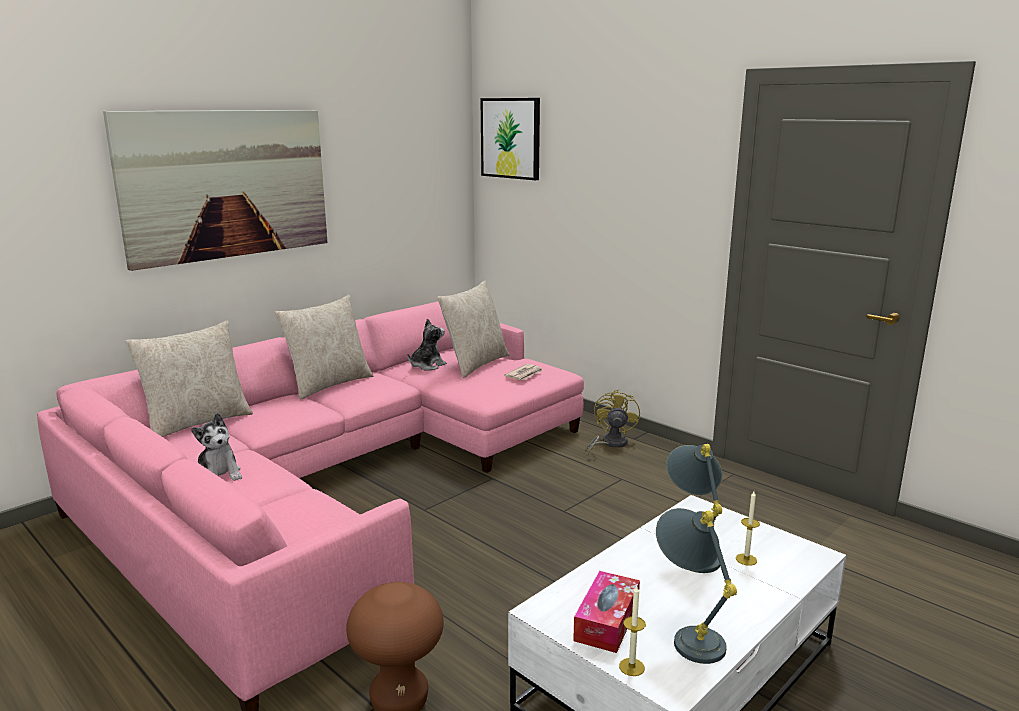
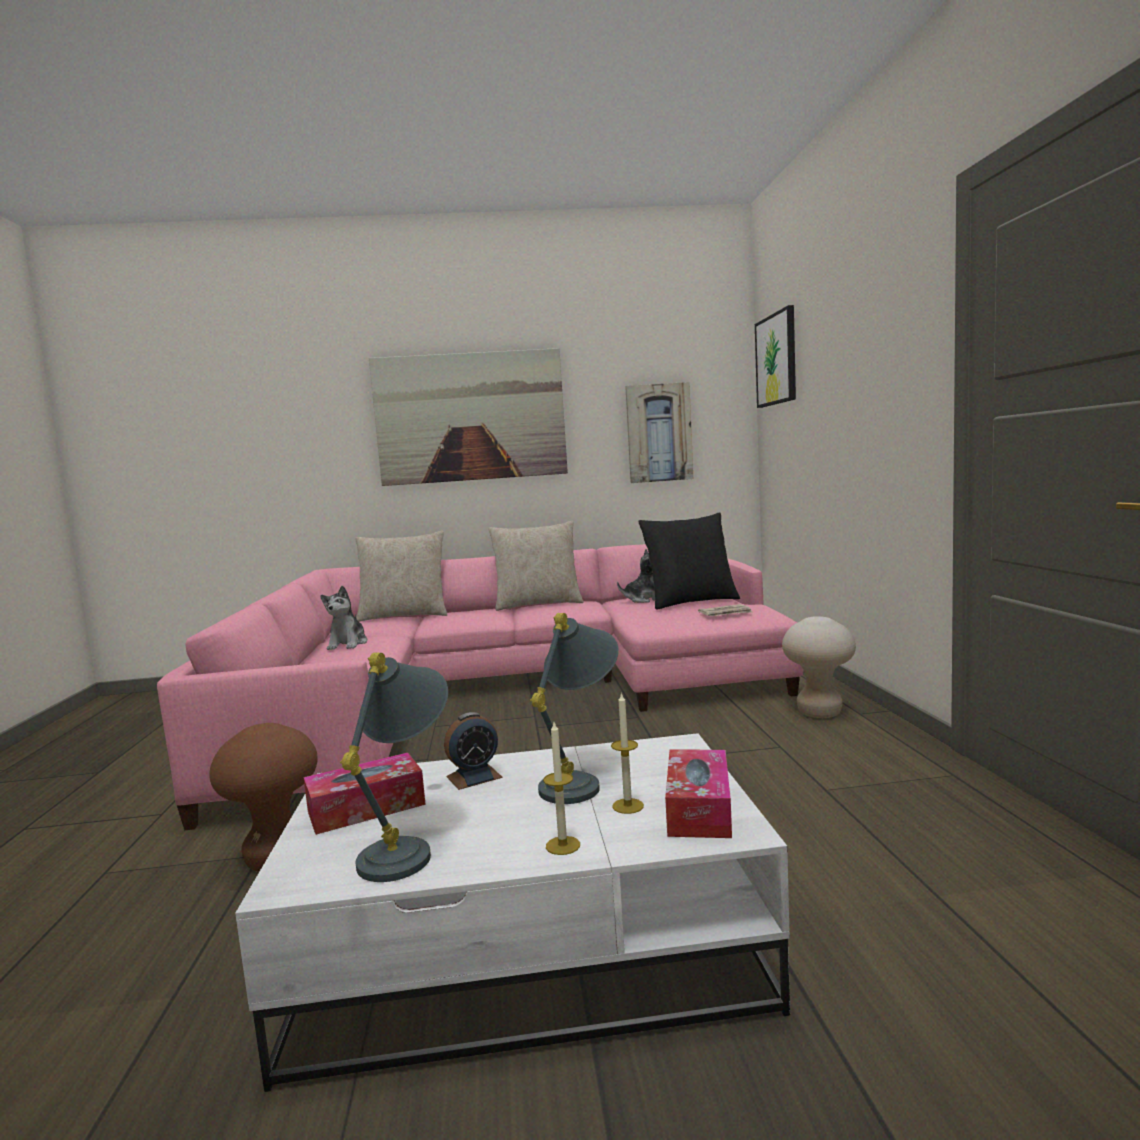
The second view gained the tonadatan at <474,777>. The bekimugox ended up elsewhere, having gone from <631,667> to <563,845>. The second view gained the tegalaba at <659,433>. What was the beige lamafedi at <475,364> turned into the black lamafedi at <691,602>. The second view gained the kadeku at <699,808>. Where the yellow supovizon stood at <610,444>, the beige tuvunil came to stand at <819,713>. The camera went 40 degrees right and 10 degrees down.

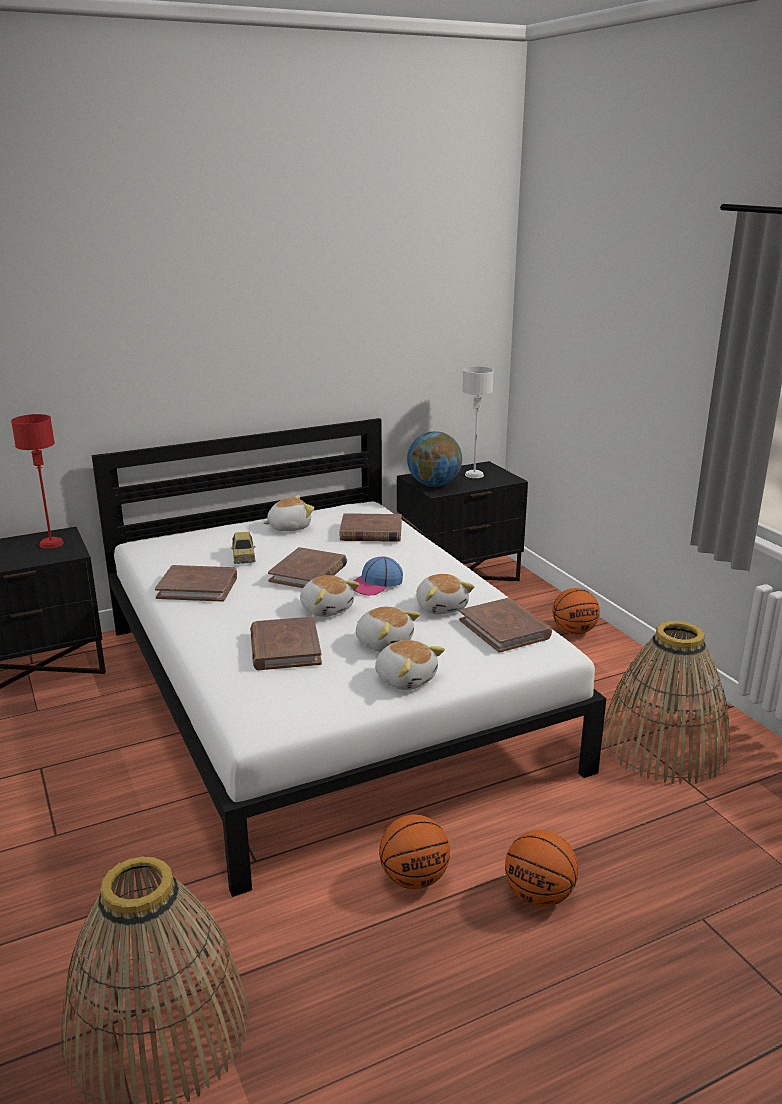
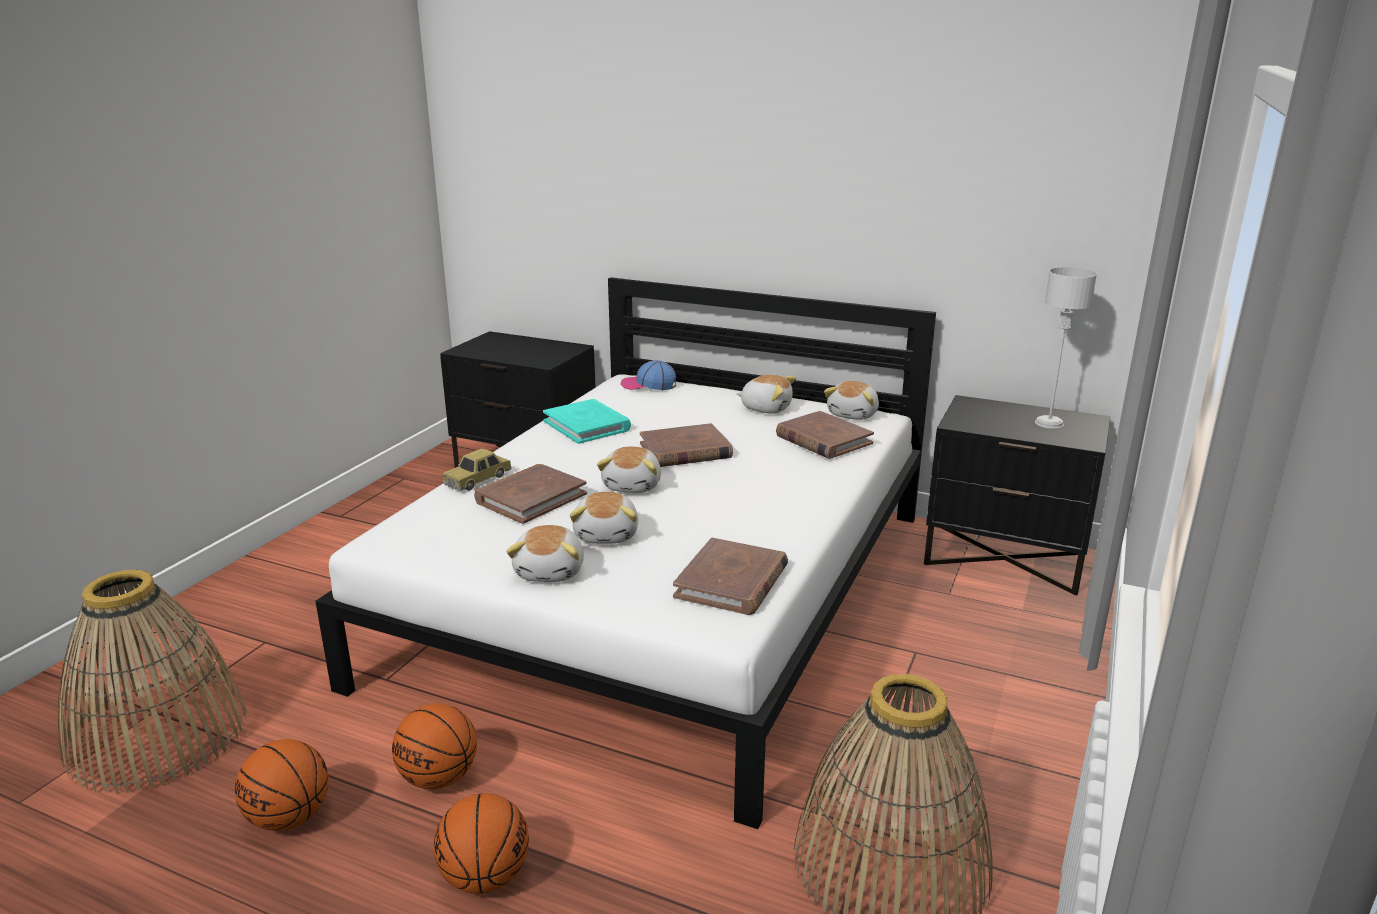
The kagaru ended up elsewhere, having gone from <574,631> to <289,817>. The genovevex ended up elsewhere, having gone from <243,555> to <478,479>. What was the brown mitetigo at <197,587> turned into the turquoise mitetigo at <587,425>. The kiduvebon ended up elsewhere, having gone from <375,584> to <648,385>. The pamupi ended up elsewhere, having gone from <441,607> to <854,414>. The second view lost the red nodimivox at <51,543>. The second view lost the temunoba at <434,485>. The camera went 50 degrees right and 0 degrees up.

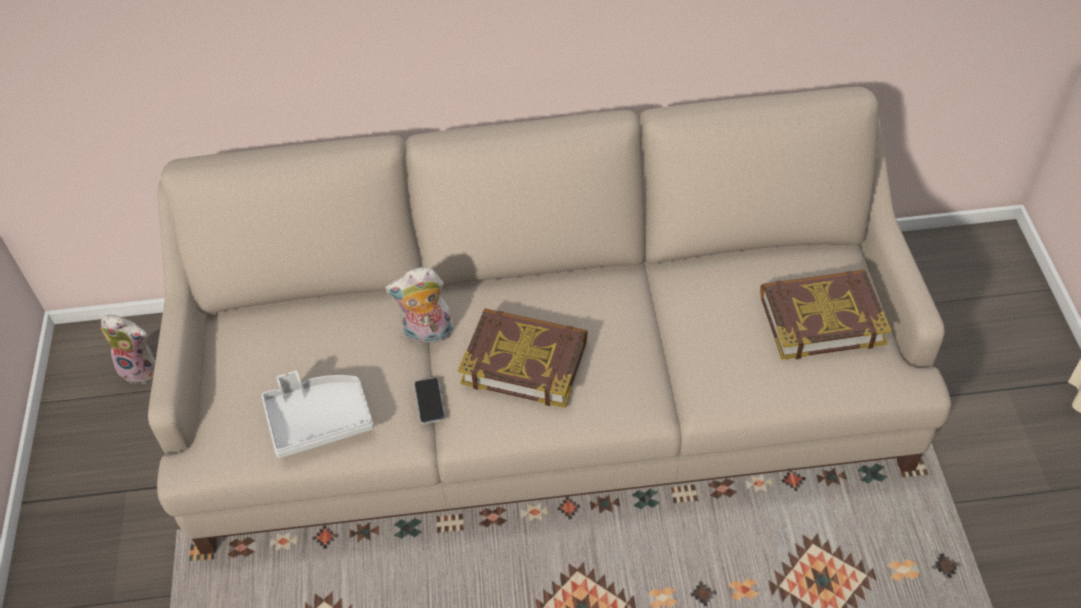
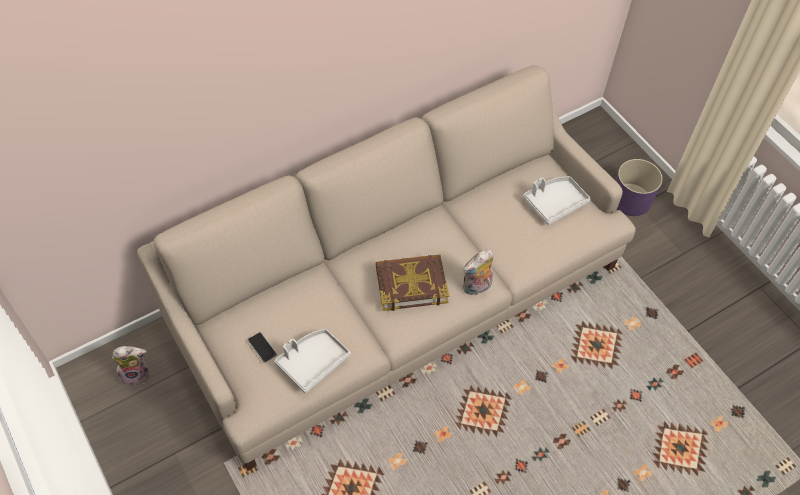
The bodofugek ended up elsewhere, having gone from <429,401> to <262,347>. The pamupi ended up elsewhere, having gone from <427,334> to <477,287>. Where the mitetigo stood at <821,318>, the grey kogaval came to stand at <554,203>. The second view gained the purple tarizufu at <631,199>. The camera went 30 degrees left and 5 degrees up.

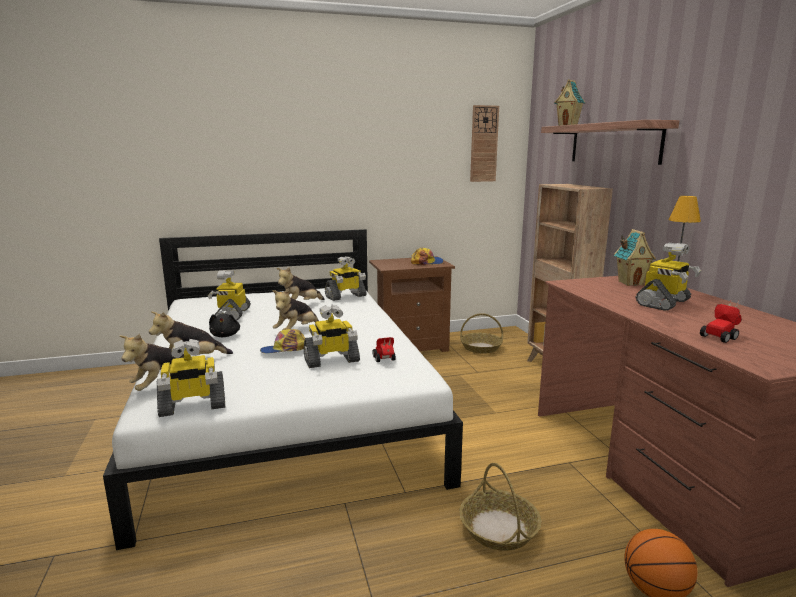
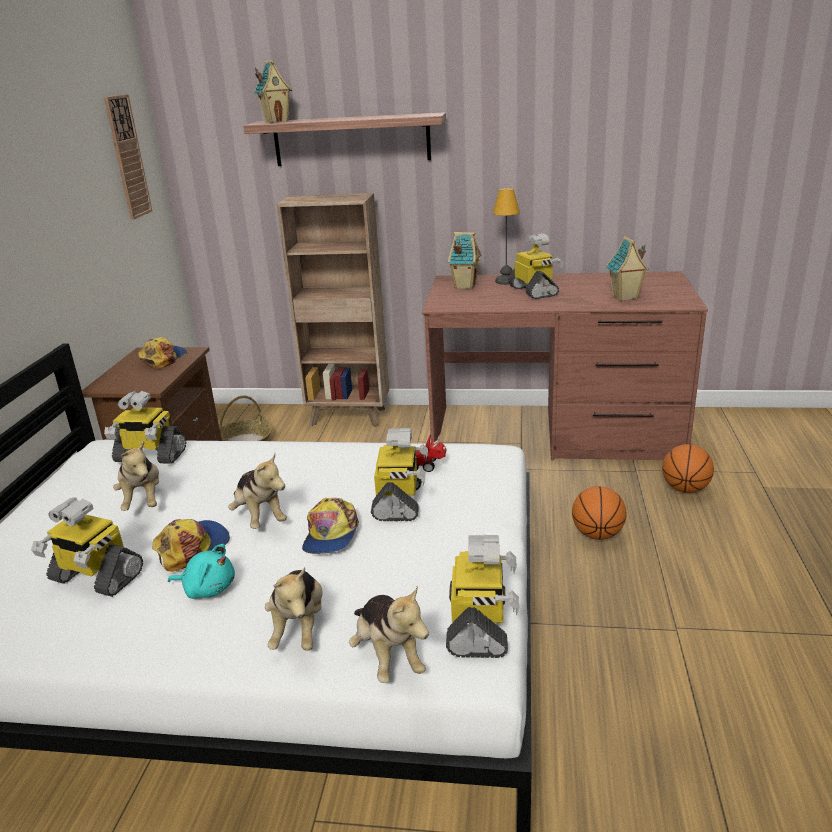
The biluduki at <345,296> ended up facing another way, 105 degrees clockwise from before. The second view gained the kiduvebon at <192,547>. What was the black pamupi at <225,335> turned into the turquoise pamupi at <208,588>. Where the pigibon stood at <498,528>, the kagaru came to stand at <597,534>. Where the genovevex stood at <721,336>, the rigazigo came to stand at <625,297>. The camera went 65 degrees left and 10 degrees up.

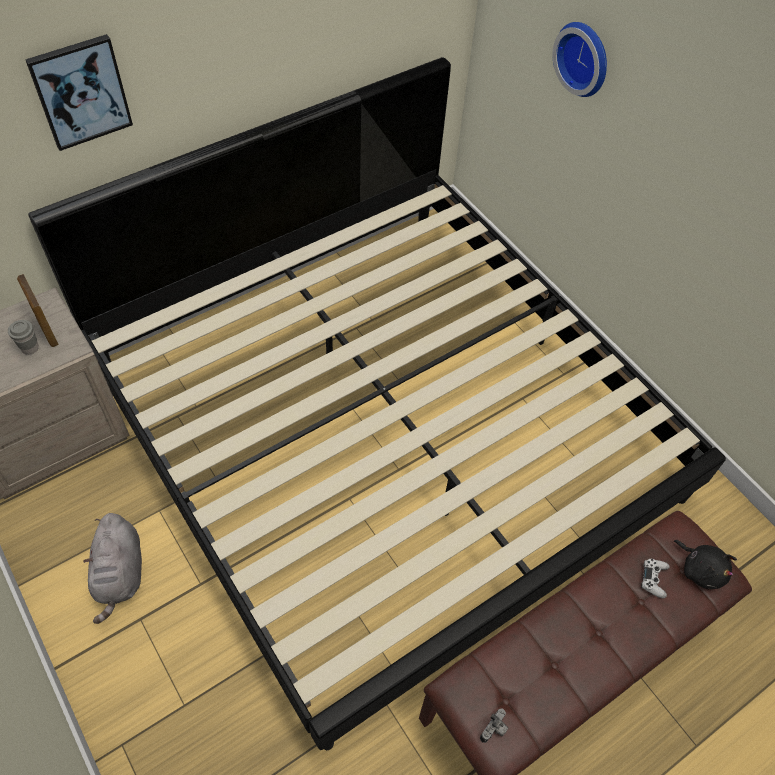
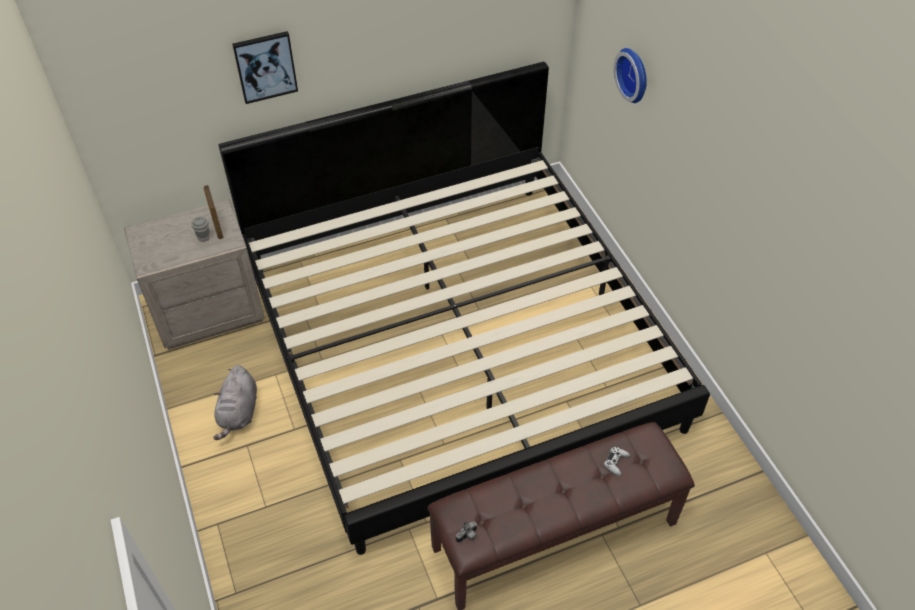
The second view lost the black pamupi at <700,569>. The camera went 15 degrees right and 5 degrees down.

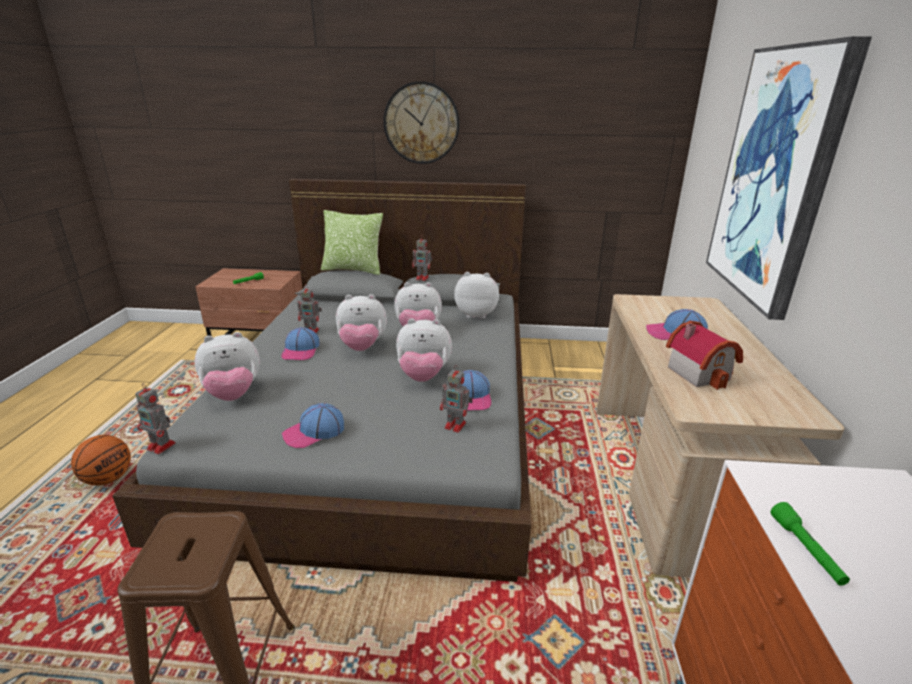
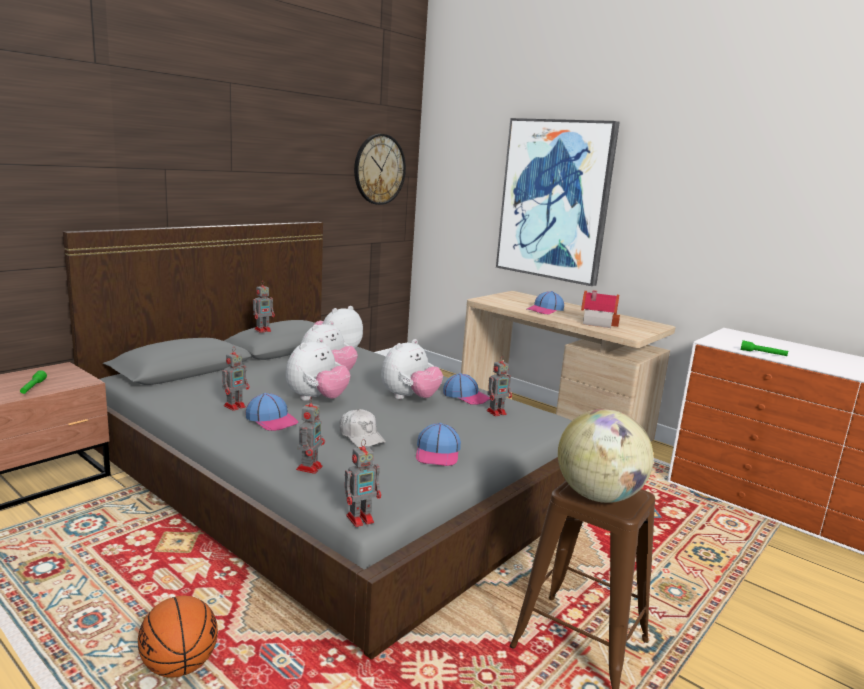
Where the pamupi stood at <233,394>, the biluduki came to stand at <310,467>. The second view gained the white kiduvebon at <361,437>. The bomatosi ended up elsewhere, having gone from <421,123> to <379,169>. The second view gained the temunoba at <598,496>. The second view lost the lamafedi at <353,270>. The camera went 55 degrees left and 10 degrees down.

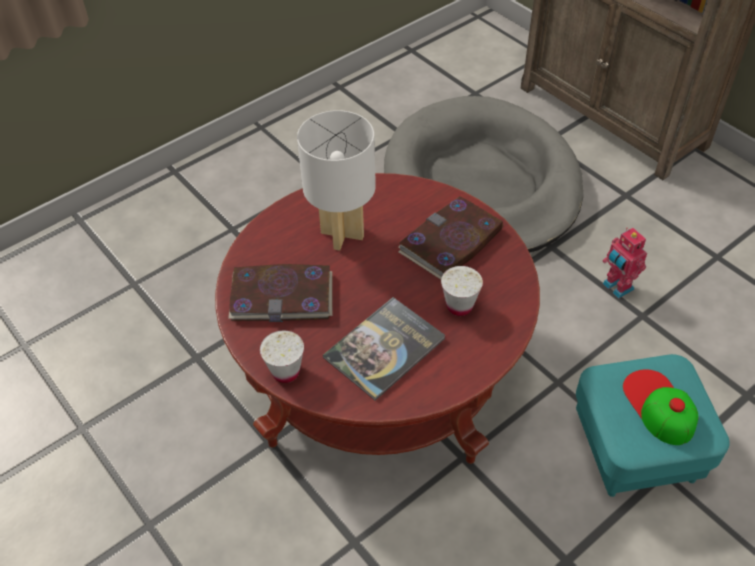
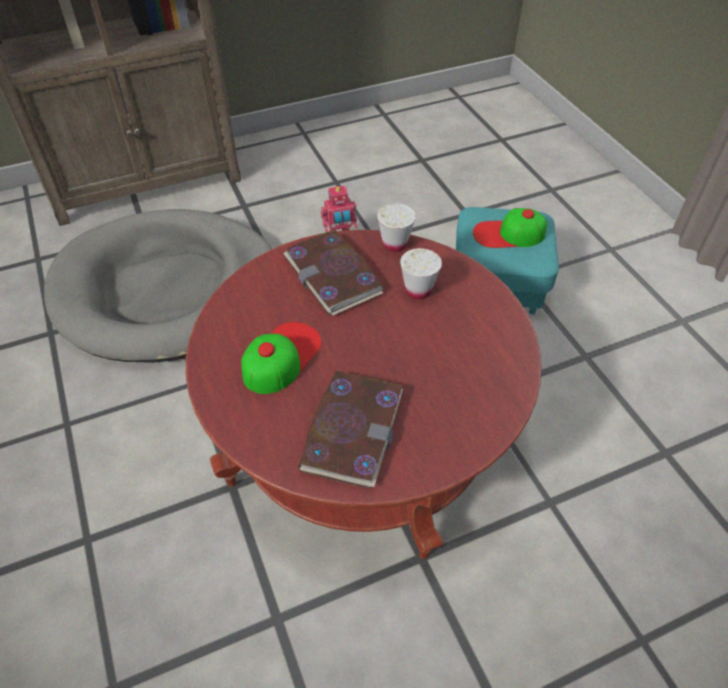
Where the white nodimivox stood at <342,234>, the kiduvebon came to stand at <281,357>. The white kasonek ended up elsewhere, having gone from <286,372> to <394,244>. The second view lost the mitetigo at <384,348>. The camera went 75 degrees left and 0 degrees up.

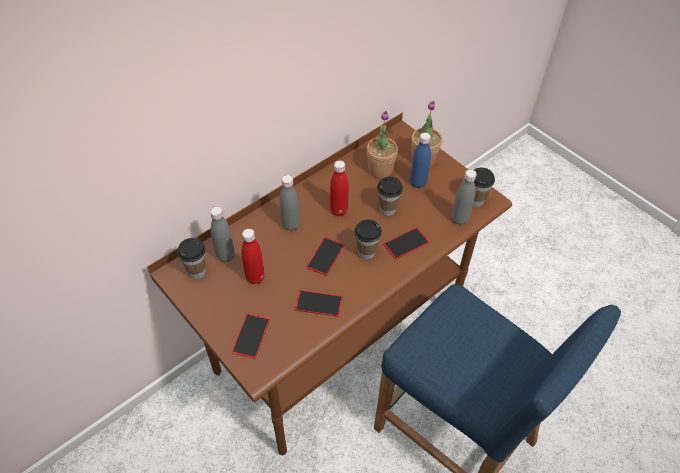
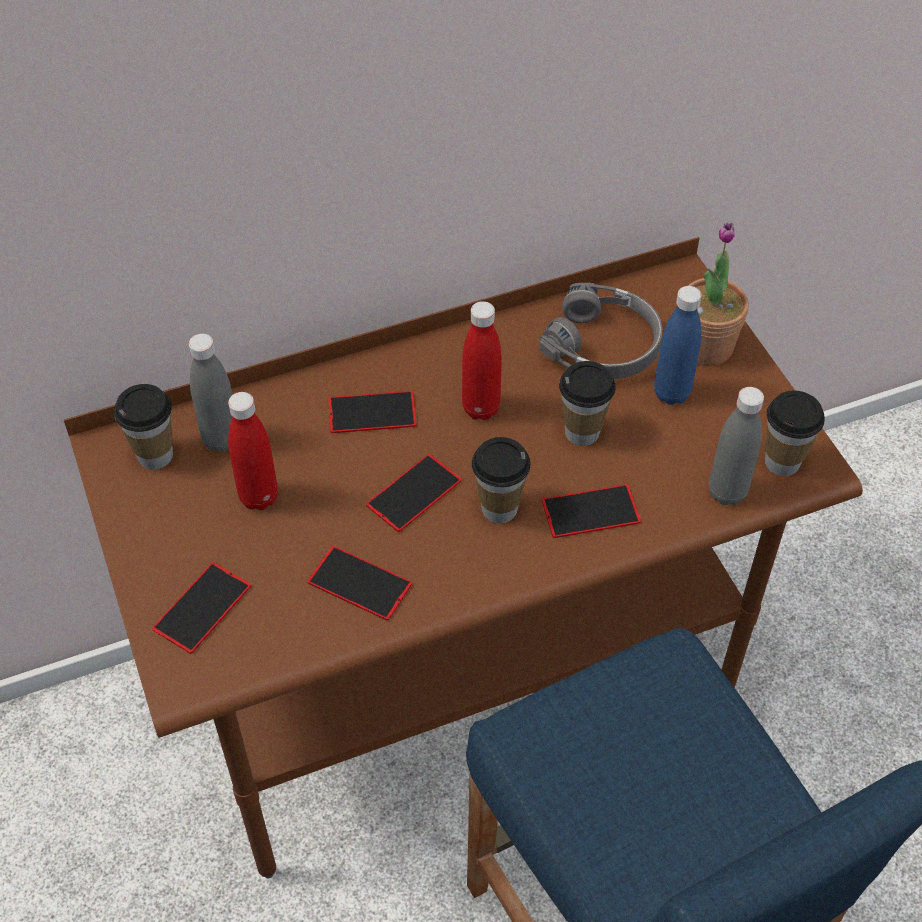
Where the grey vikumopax stood at <290,225>, the bodofugek came to stand at <372,412>. Where the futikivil stood at <380,169>, the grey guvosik came to stand at <604,345>. The camera went 20 degrees right and 0 degrees up.

